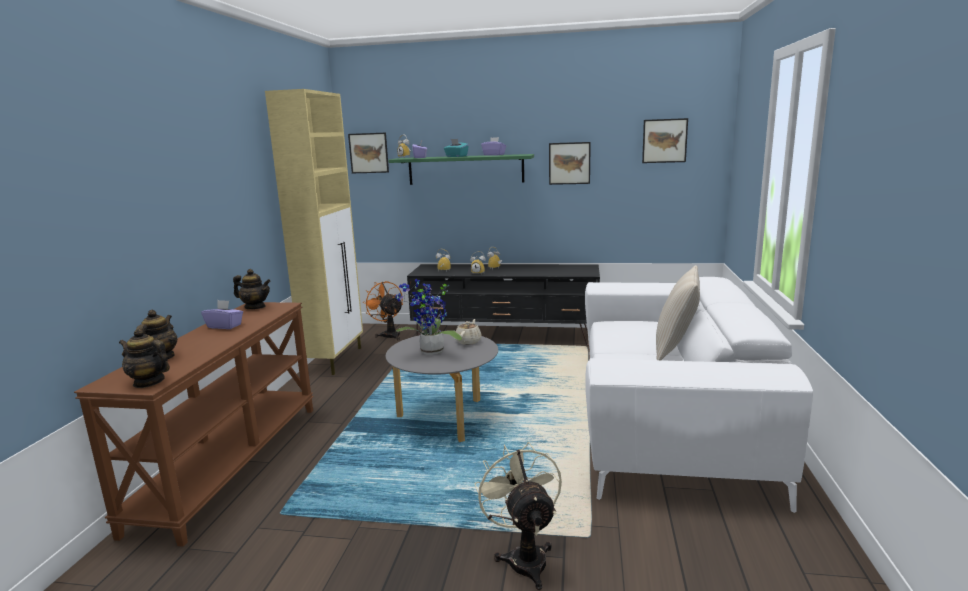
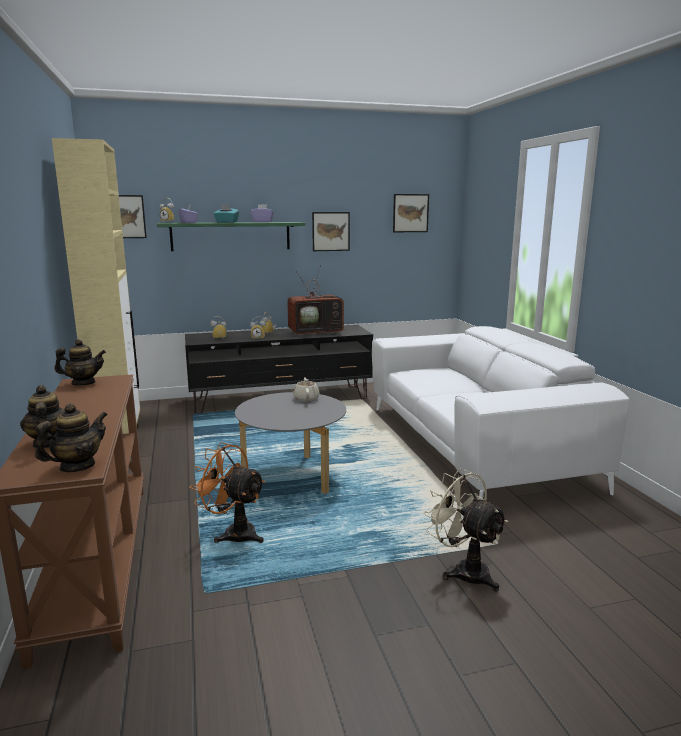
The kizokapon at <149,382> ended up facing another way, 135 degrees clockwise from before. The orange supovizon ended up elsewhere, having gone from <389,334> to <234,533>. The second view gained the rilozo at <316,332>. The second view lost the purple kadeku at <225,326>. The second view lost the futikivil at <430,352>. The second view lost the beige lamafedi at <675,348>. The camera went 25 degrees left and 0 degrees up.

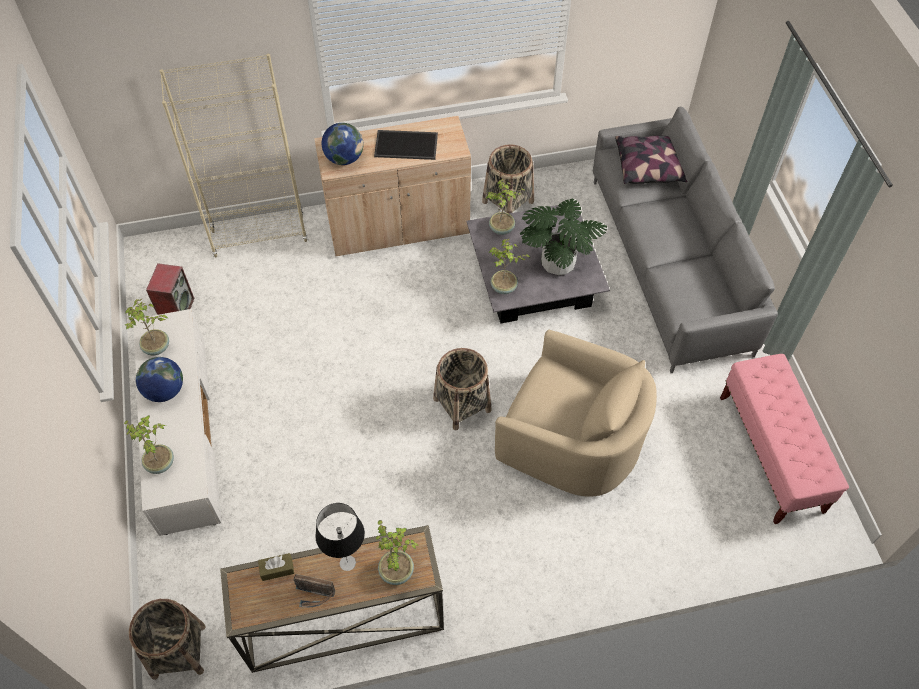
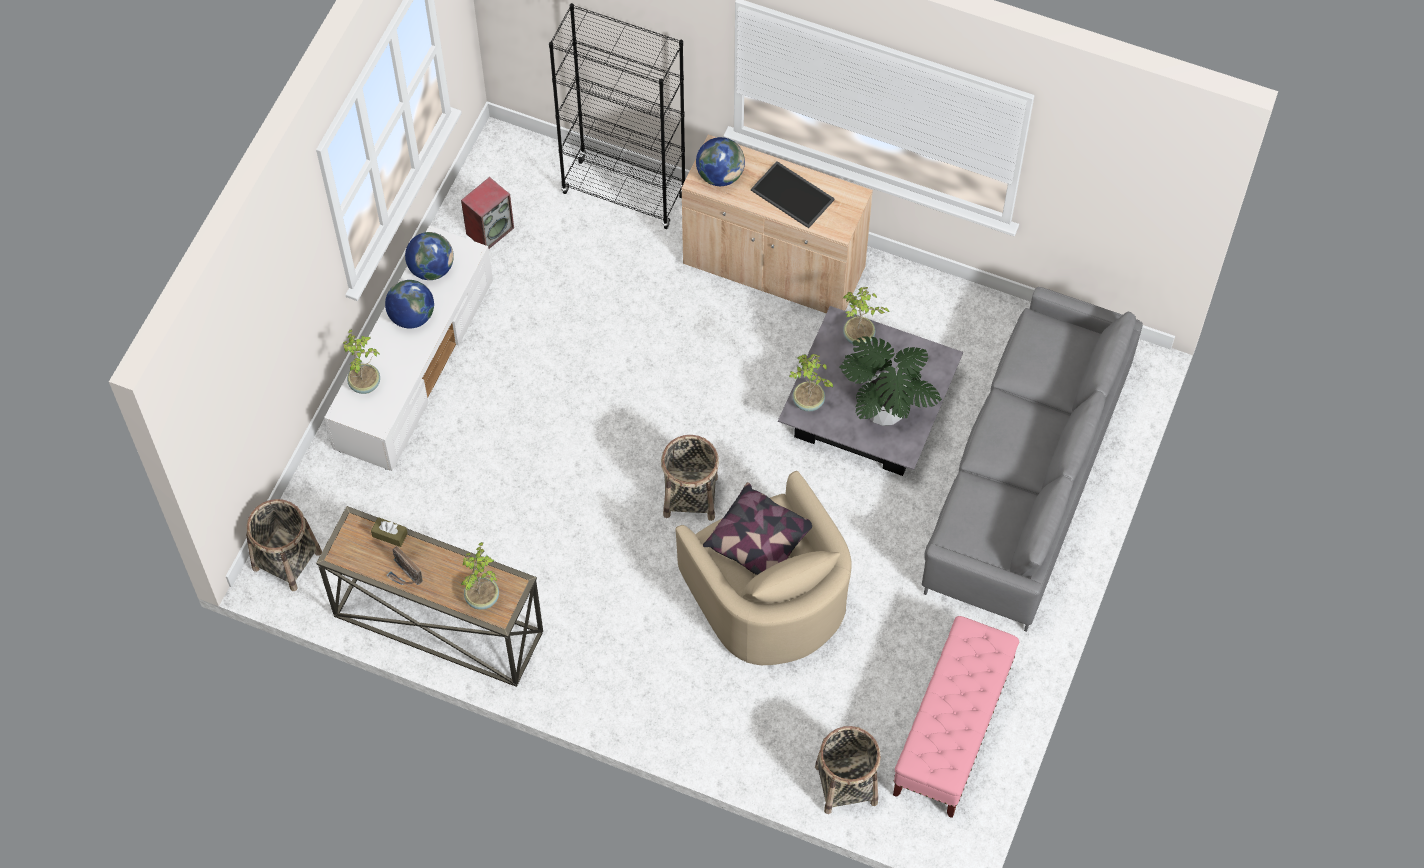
Where the futikivil stood at <156,348>, the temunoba came to stand at <431,268>. What was the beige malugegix at <259,235> turned into the black malugegix at <624,193>. The lamafedi ended up elsewhere, having gone from <649,167> to <760,541>. The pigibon ended up elsewhere, having gone from <507,202> to <845,784>. The second view lost the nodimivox at <347,563>. The camera went 35 degrees right and 5 degrees up.

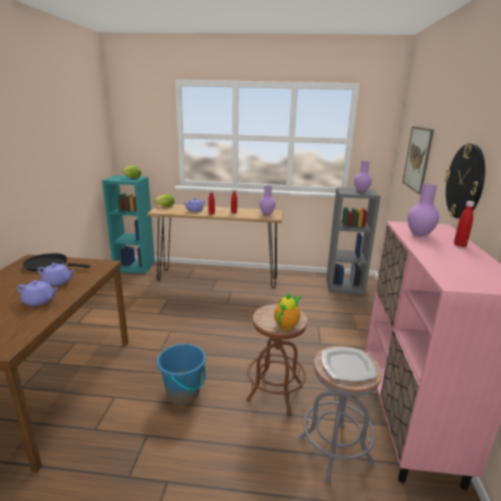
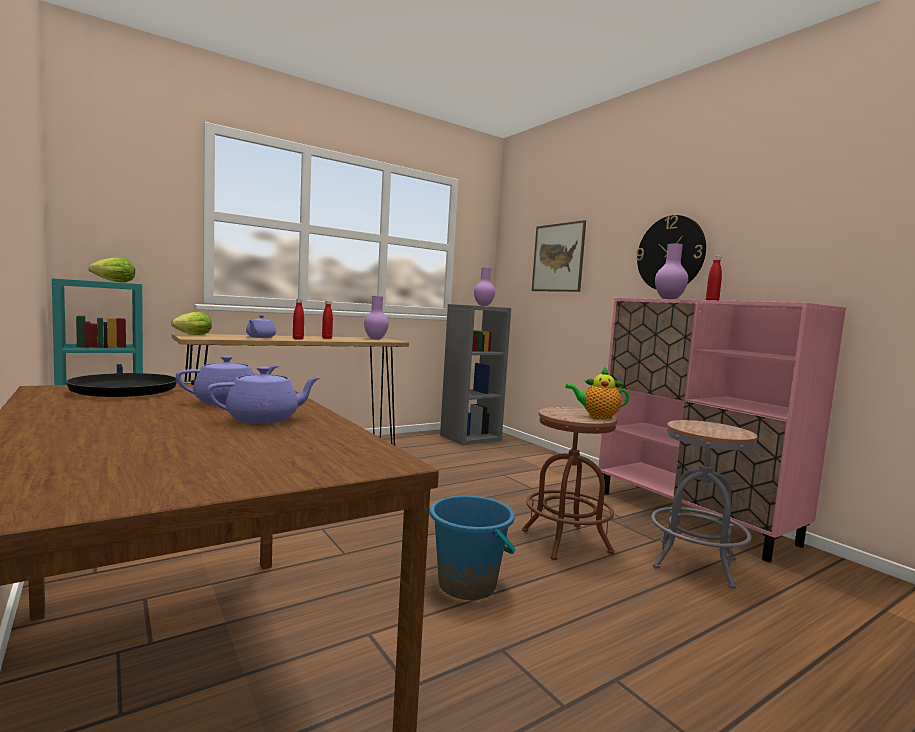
The kizokapon at <287,324> ended up facing another way, 75 degrees counterclockwise from before. The second view lost the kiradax at <347,365>. The camera went 40 degrees left and 15 degrees down.

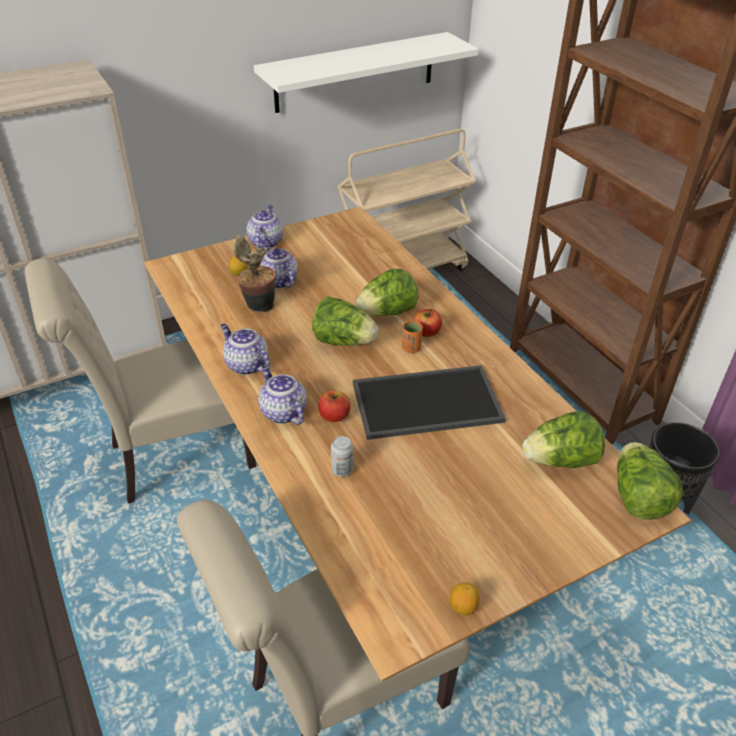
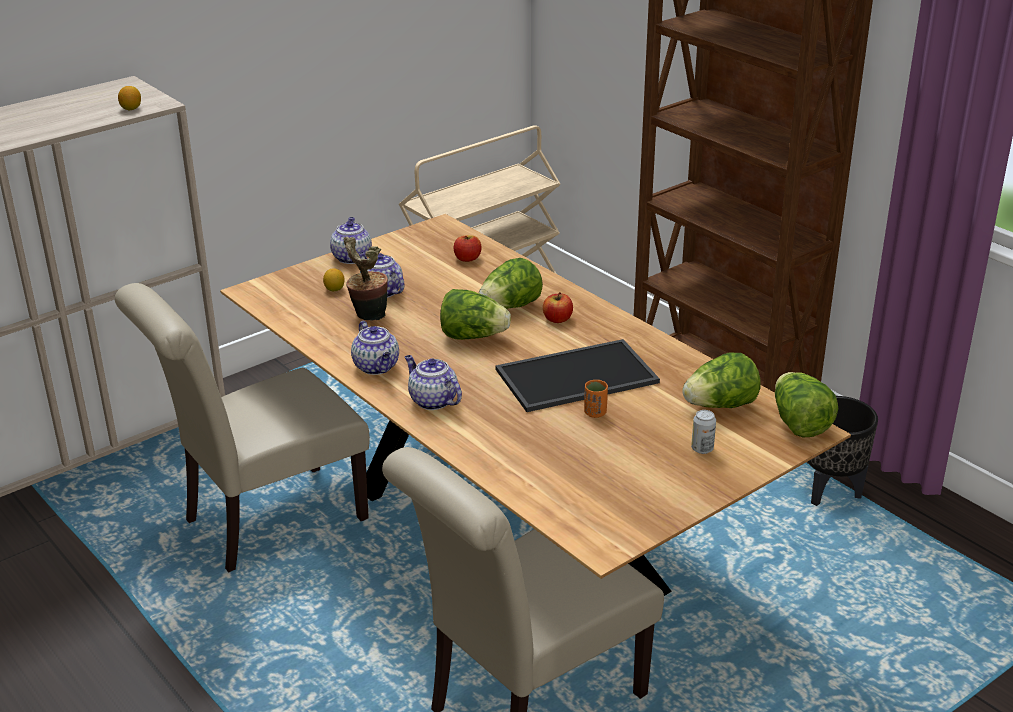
The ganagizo ended up elsewhere, having gone from <463,607> to <131,109>. The kizokapon at <246,365> ended up facing another way, 150 degrees counterclockwise from before. The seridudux ended up elsewhere, having gone from <334,416> to <467,258>. The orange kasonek ended up elsewhere, having gone from <411,348> to <595,413>. The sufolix ended up elsewhere, having gone from <342,470> to <702,449>. The second view lost the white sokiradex at <355,72>. The camera went 10 degrees left and 10 degrees down.

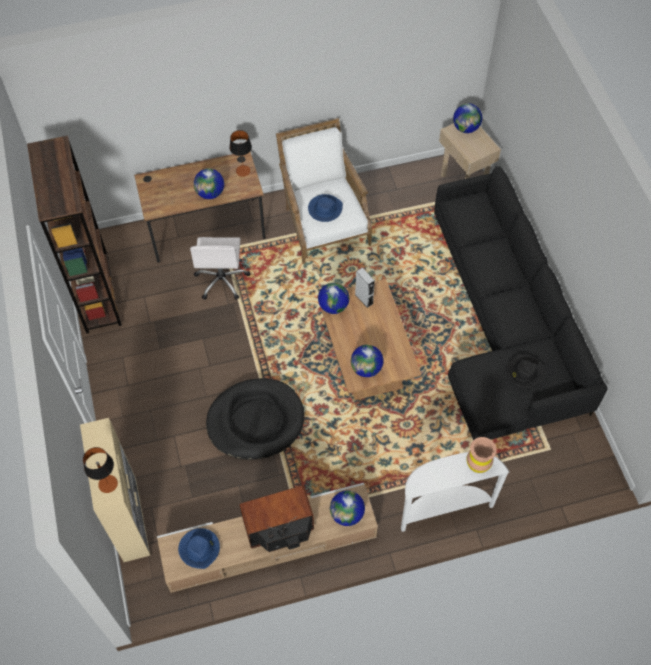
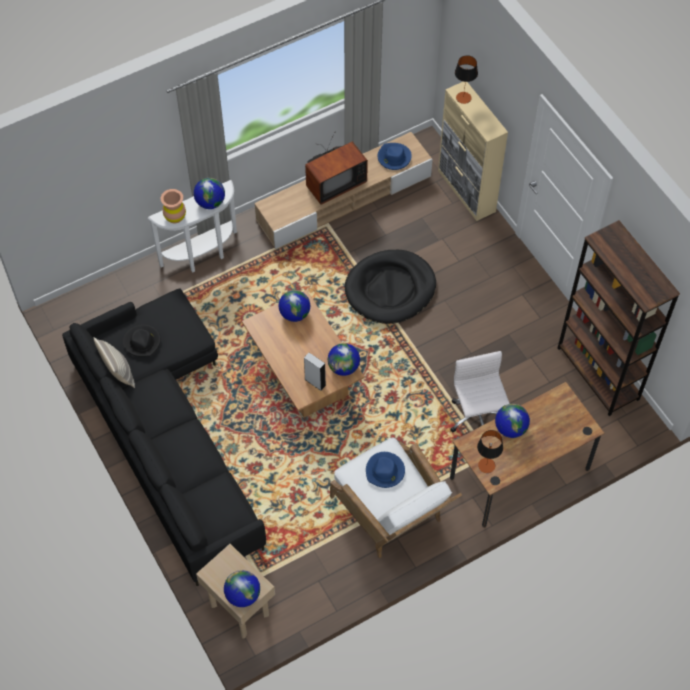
The second view gained the lamafedi at <118,373>. The temunoba ended up elsewhere, having gone from <347,514> to <210,202>. The camera went 165 degrees right and 0 degrees up.

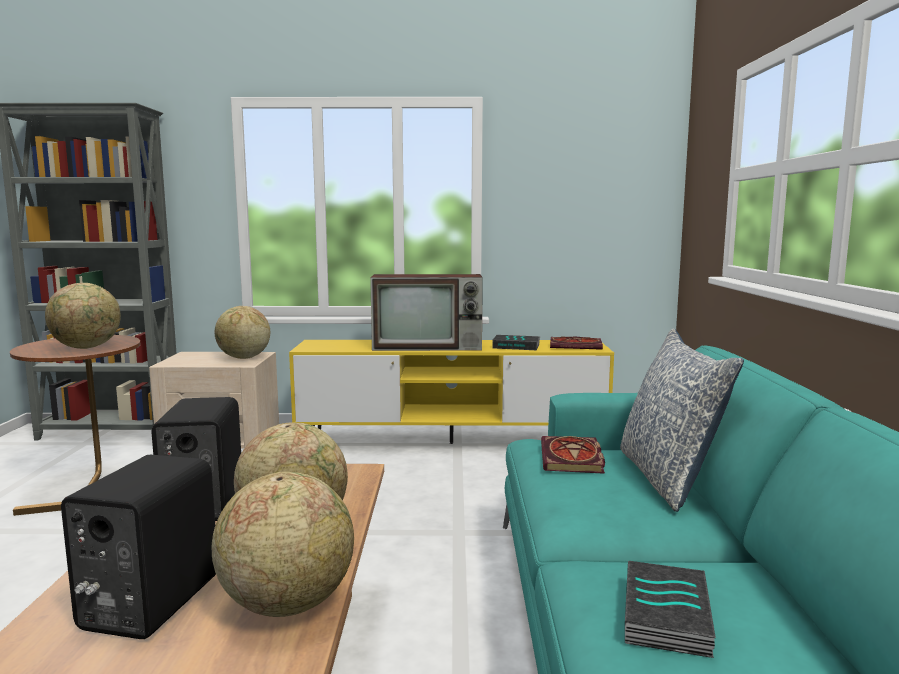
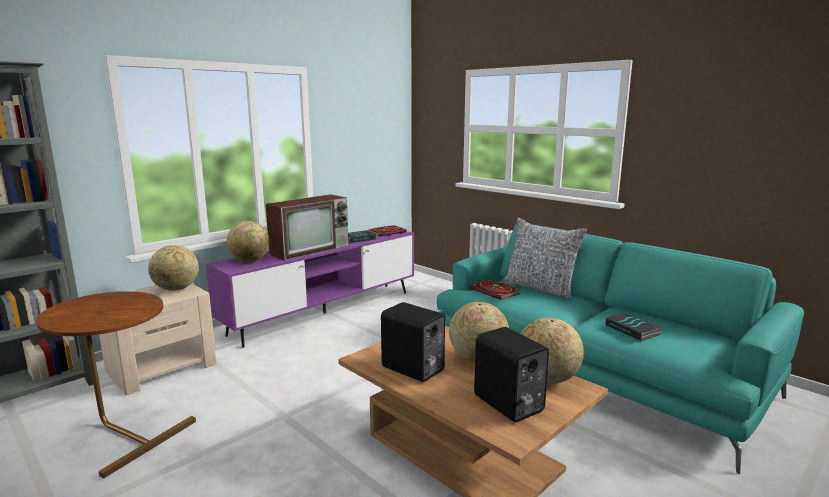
What was the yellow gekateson at <451,443> turned into the purple gekateson at <324,313>. The temunoba ended up elsewhere, having gone from <87,348> to <250,261>. The camera went 45 degrees left and 5 degrees up.

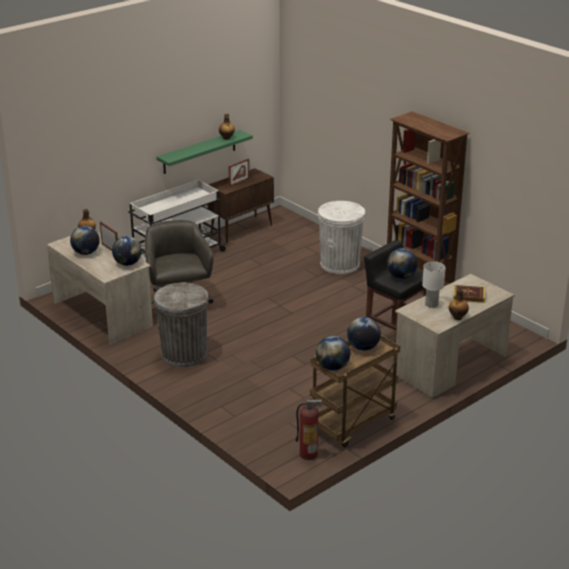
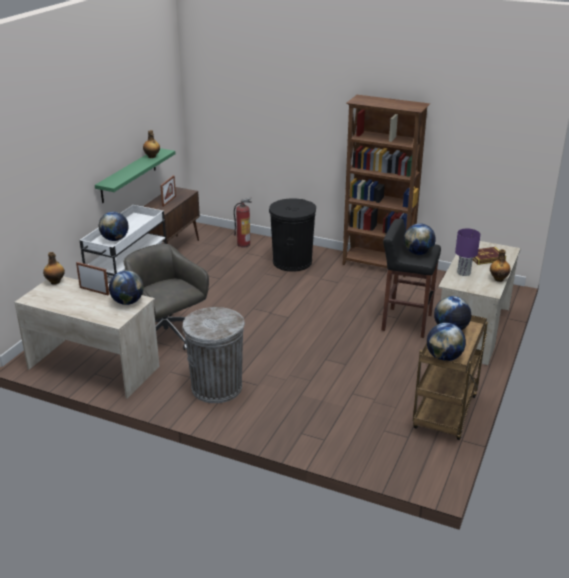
The temunoba ended up elsewhere, having gone from <86,253> to <115,239>. The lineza ended up elsewhere, having gone from <308,454> to <243,244>. What was the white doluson at <339,264> turned into the black doluson at <292,262>. What was the white nodimivox at <431,304> turned into the purple nodimivox at <463,272>. The camera went 25 degrees left and 0 degrees up.

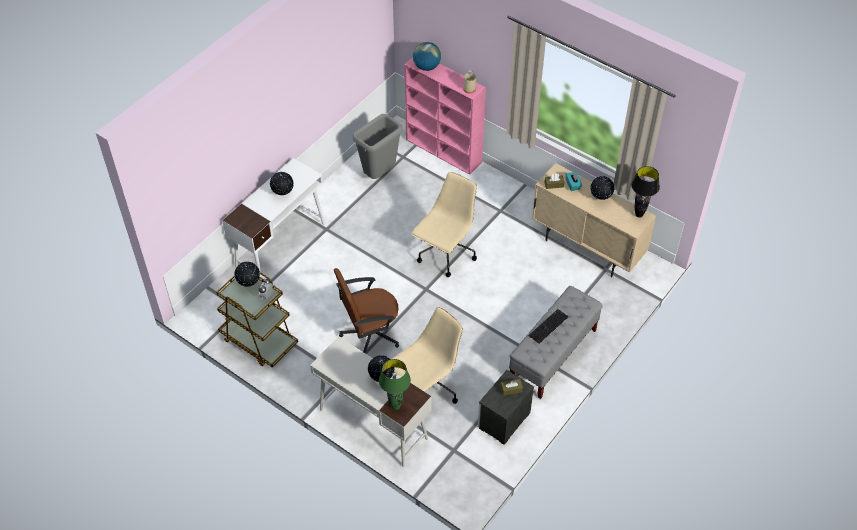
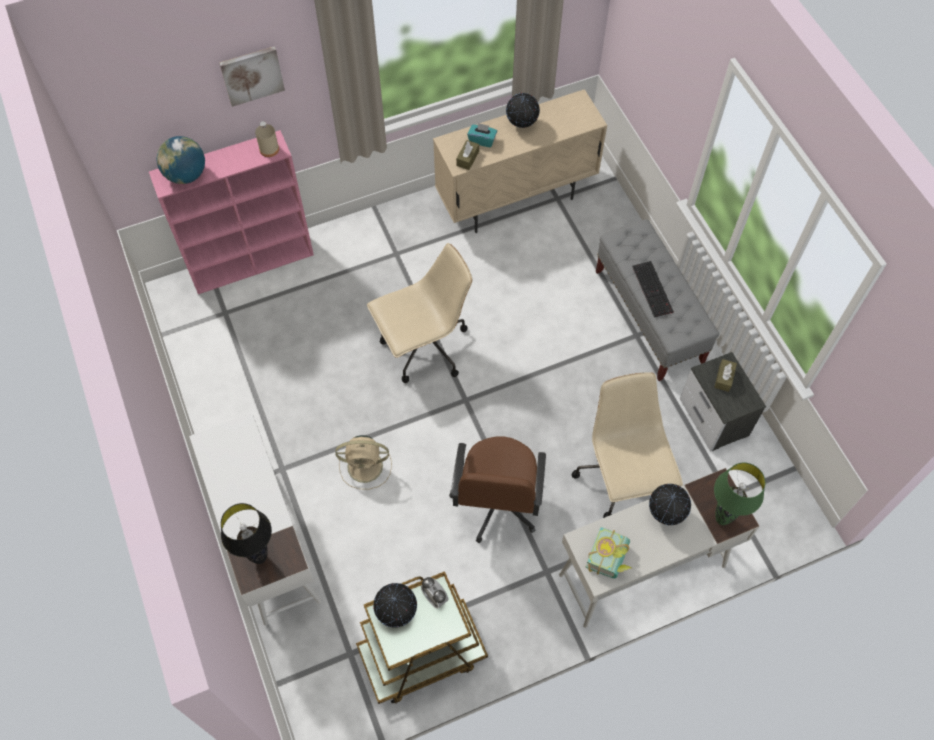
The second view gained the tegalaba at <252,75>. The black nodimivox ended up elsewhere, having gone from <639,215> to <260,557>. The second view gained the beige supovizon at <367,466>. The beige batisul at <445,254> ended up facing another way, 90 degrees clockwise from before. The second view gained the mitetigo at <611,558>. The second view lost the temunoba at <283,193>. The second view lost the grey doluson at <379,174>. The camera went 60 degrees left and 10 degrees up.

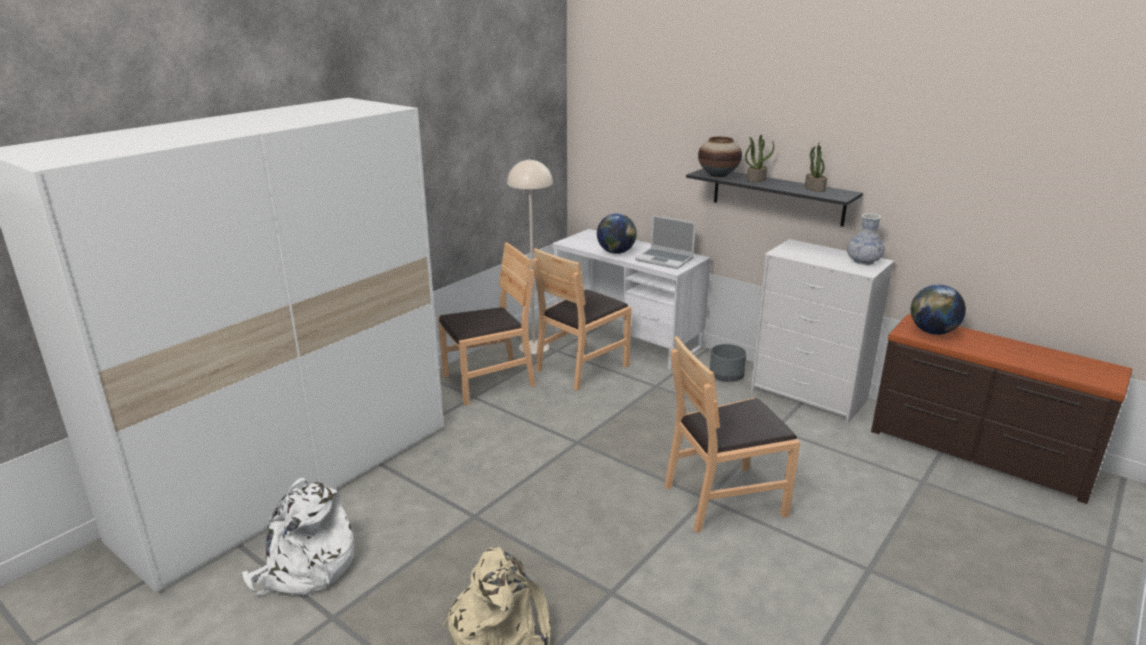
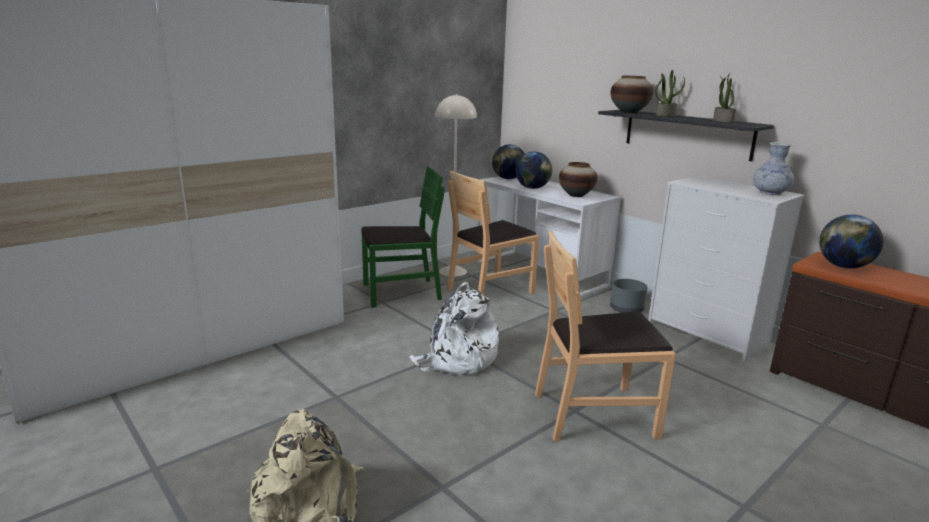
What was the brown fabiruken at <488,381> turned into the green fabiruken at <401,292>. The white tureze ended up elsewhere, having gone from <305,568> to <457,360>. The second view gained the temunoba at <508,179>. Where the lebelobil stood at <665,259>, the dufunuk came to stand at <576,195>. The camera went 10 degrees right and 5 degrees down.

